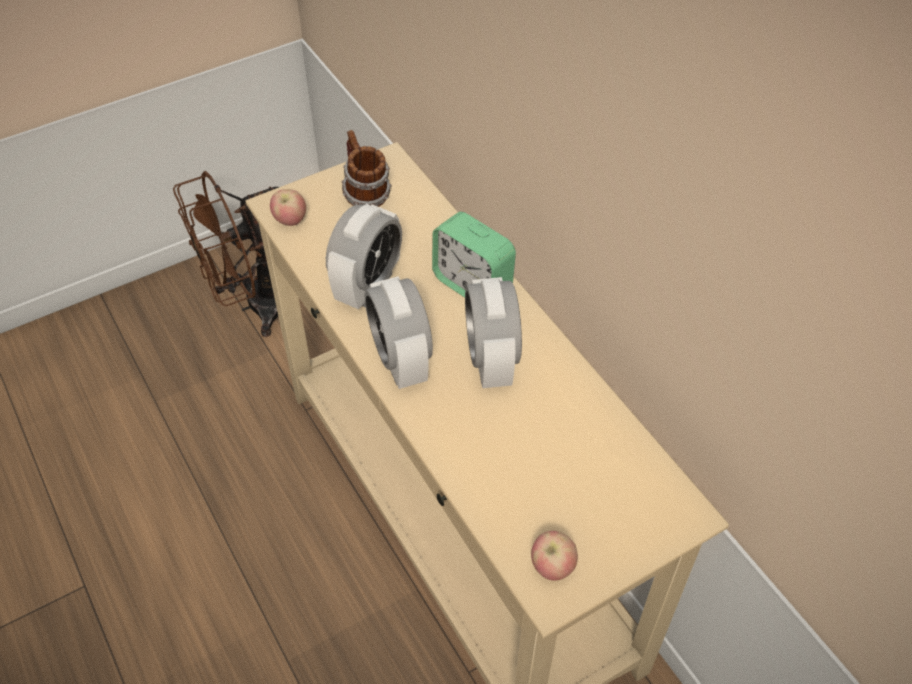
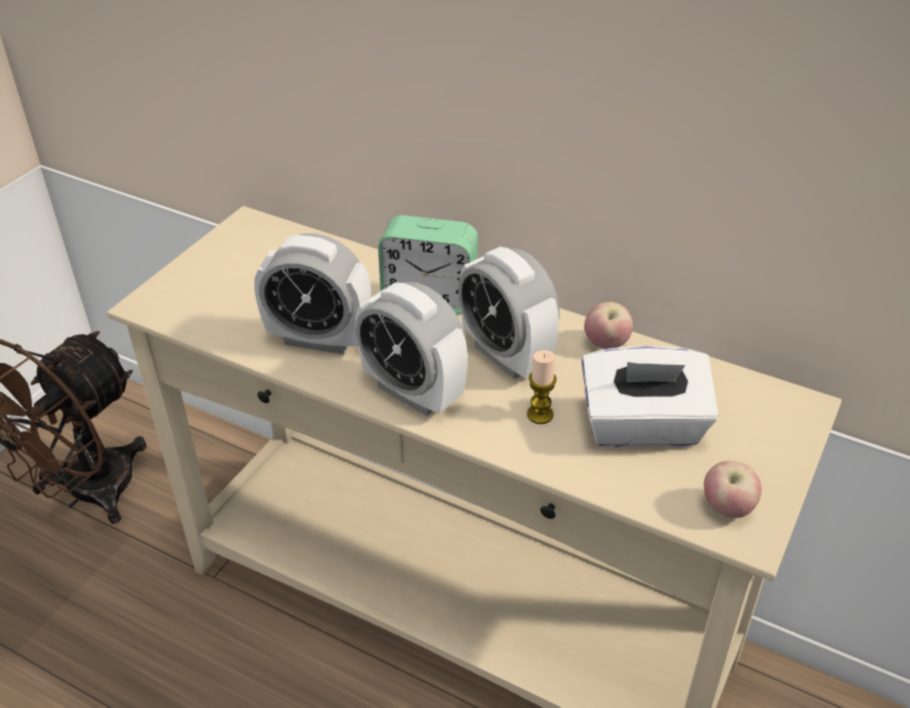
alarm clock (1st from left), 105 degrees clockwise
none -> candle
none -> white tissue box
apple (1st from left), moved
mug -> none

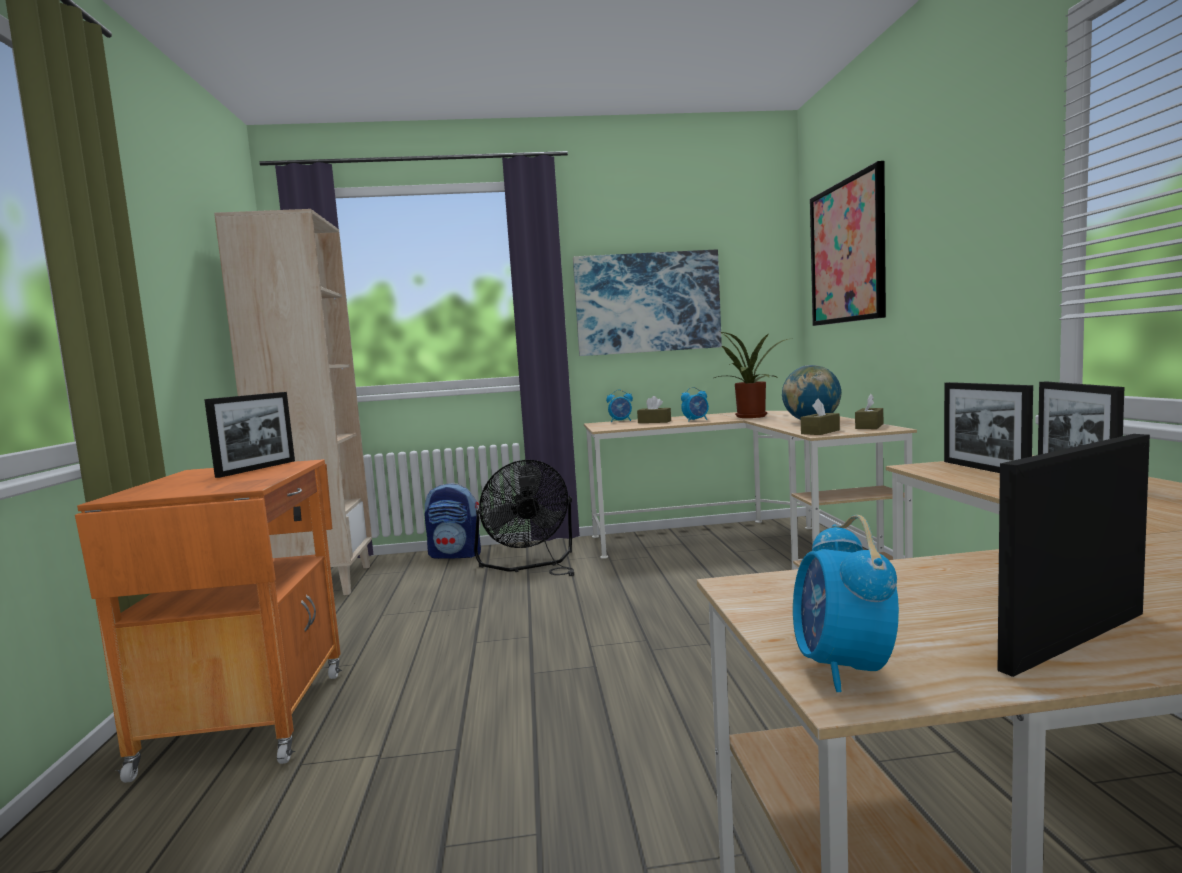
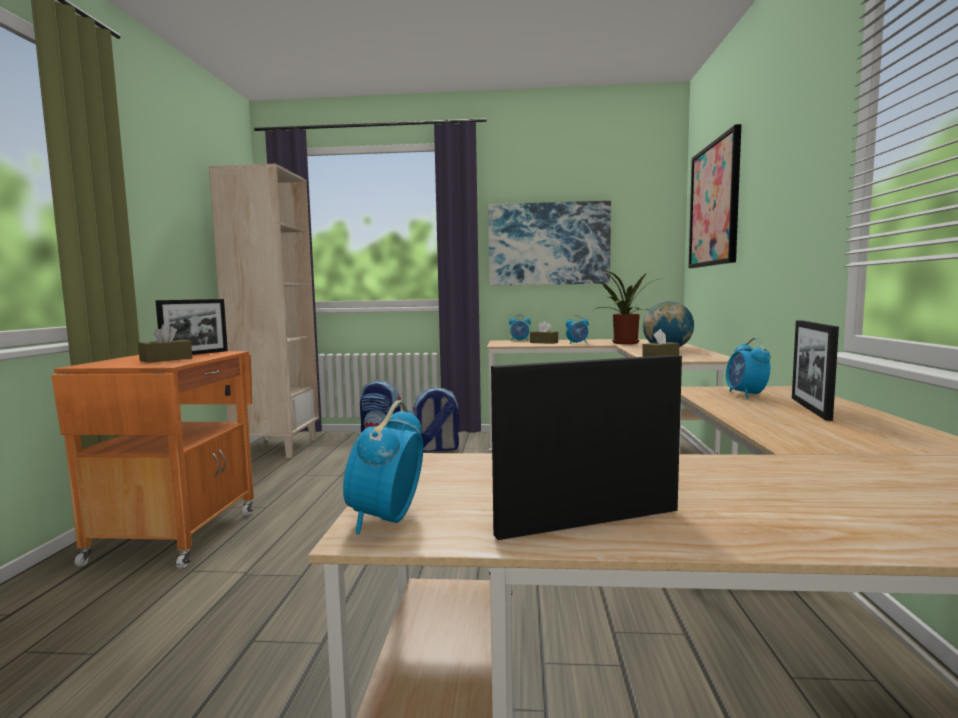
brown tissue box (3rd from left in the first image) -> brown tissue box (1st from left), moved
black fan -> backpack (2nd from left)
picture frame (2nd from left) -> alarm clock (4th from left)

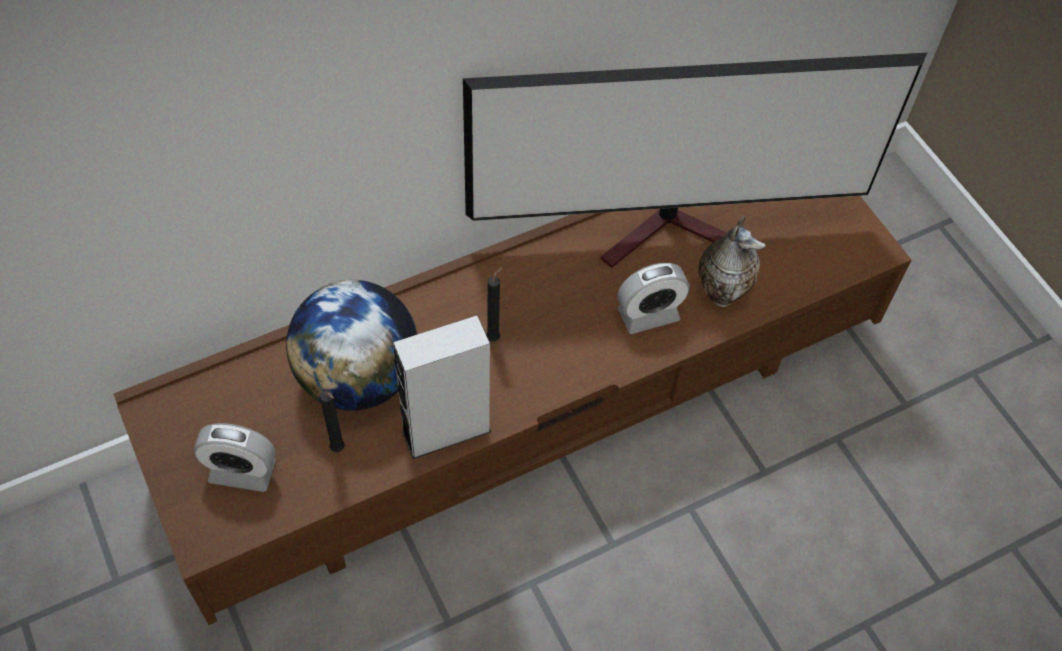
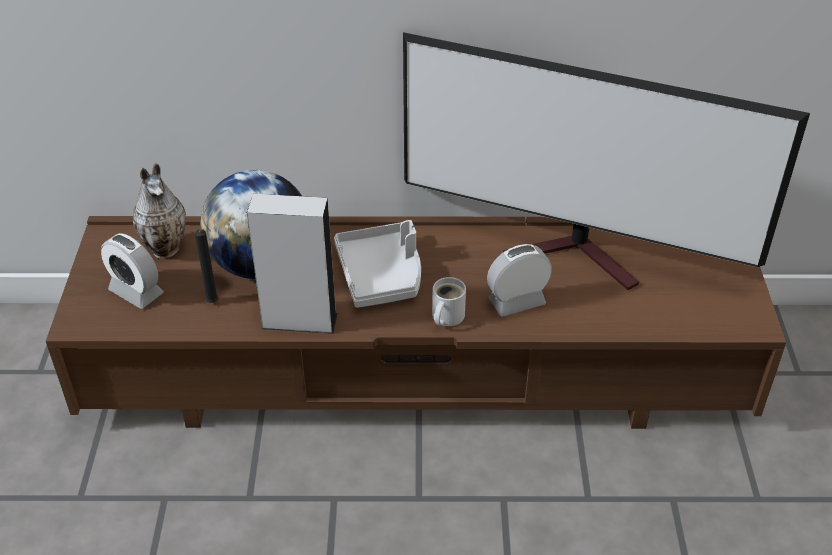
vase, moved
black candle (2nd from left) -> grey tray
none -> white mug
alarm clock (2nd from left), 150 degrees clockwise

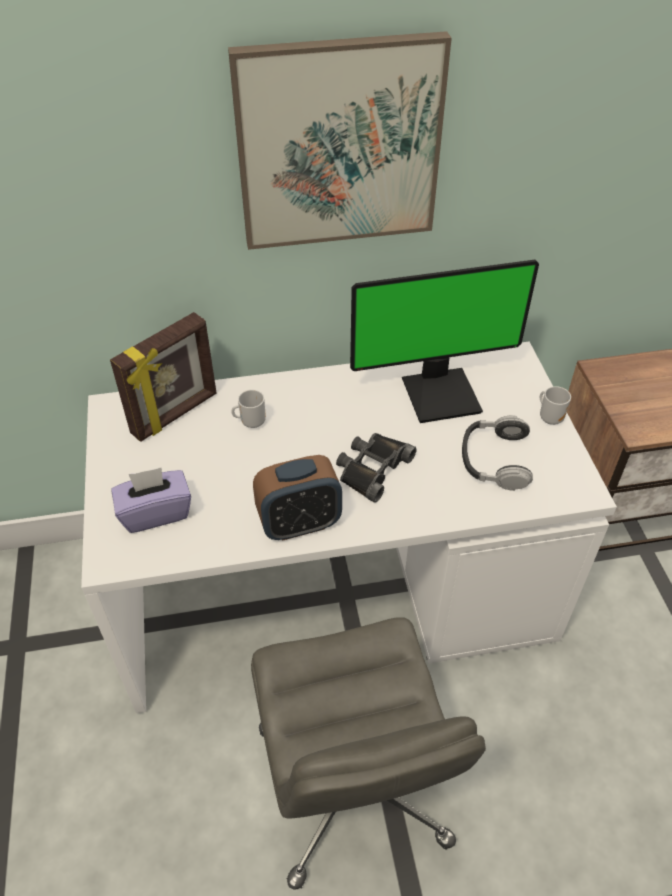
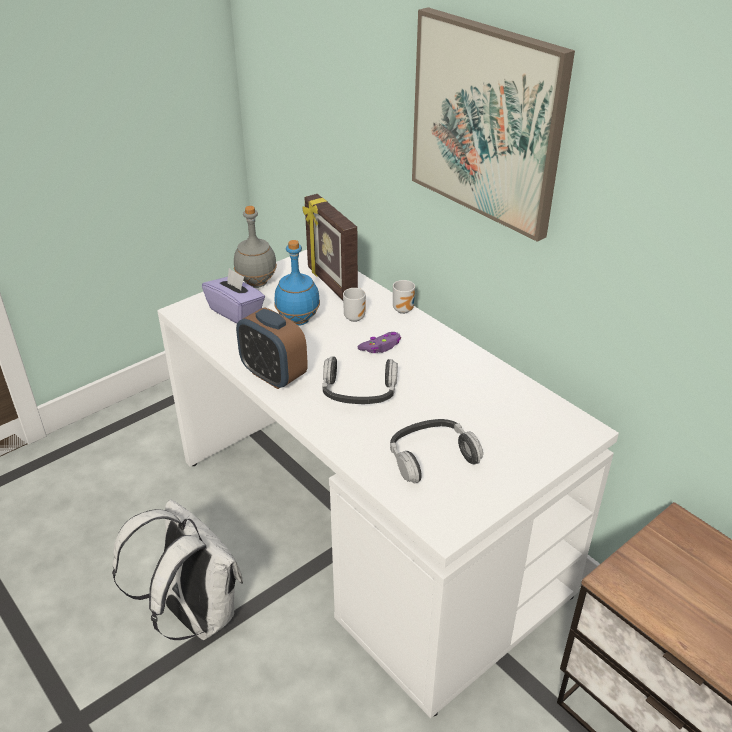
grey office chair -> white backpack
none -> grey bottle
none -> blue bottle
picture frame, 45 degrees clockwise
black binoculars -> headphones (1st from left)
none -> purple game controller
mug (2nd from left), moved
monitor -> none

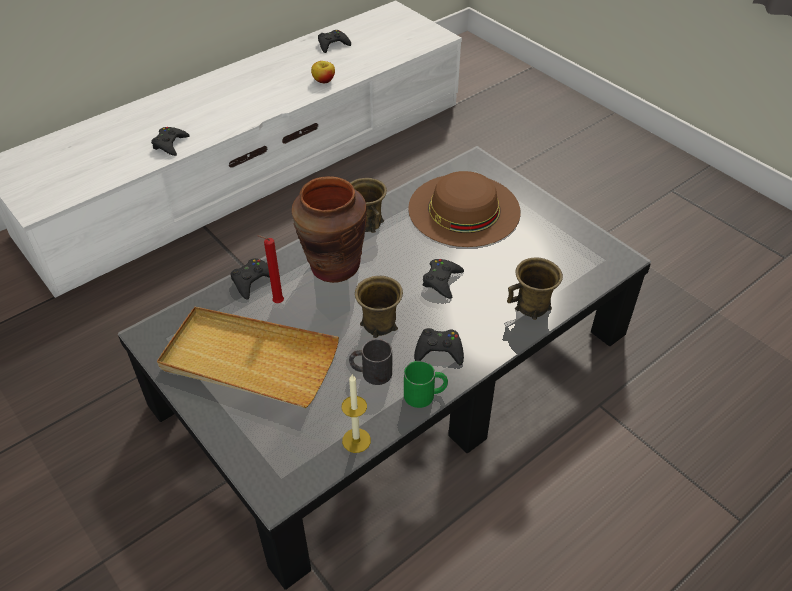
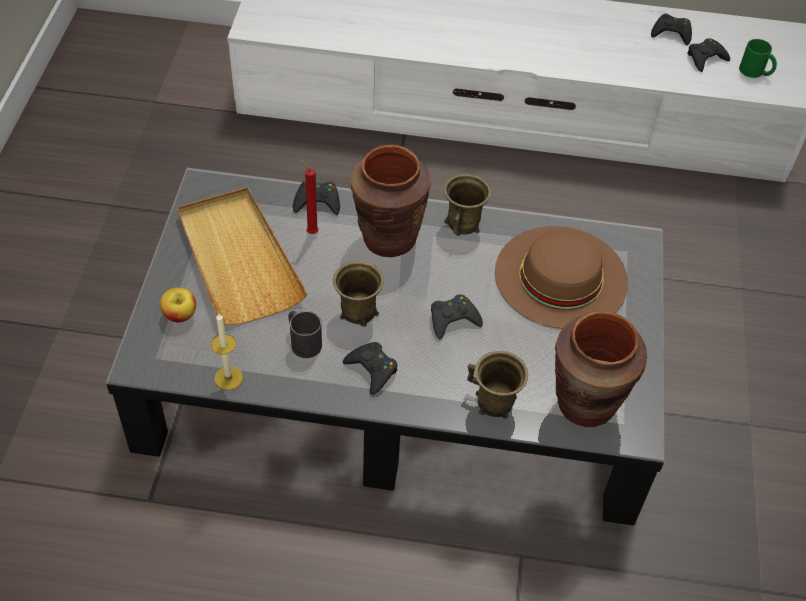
apple, moved
none -> brown vase (2nd from left)
black game controller (1st from left in the first image) -> black game controller (5th from left), moved
green mug, moved

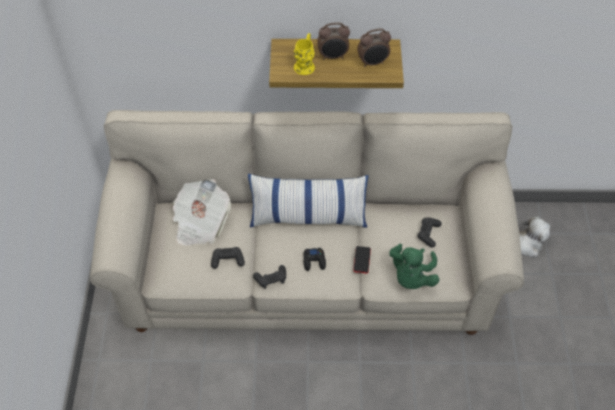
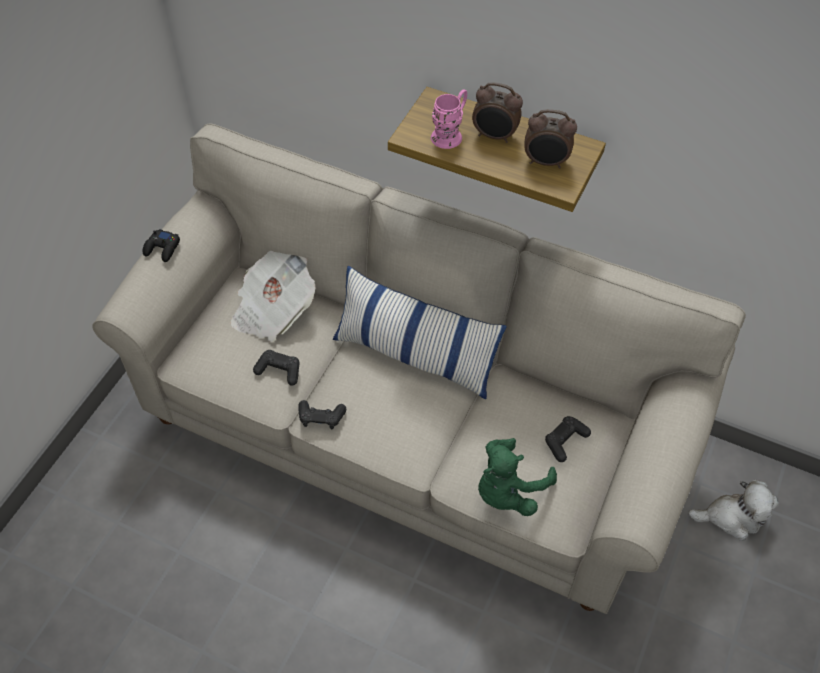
black game controller (3rd from left in the first image) -> black game controller (1st from left), moved
yellow mug -> pink mug
phone -> none

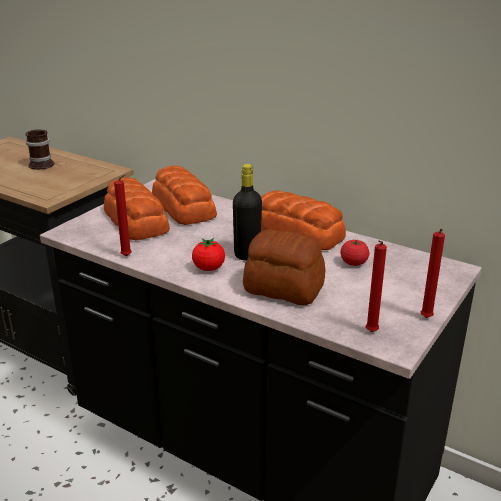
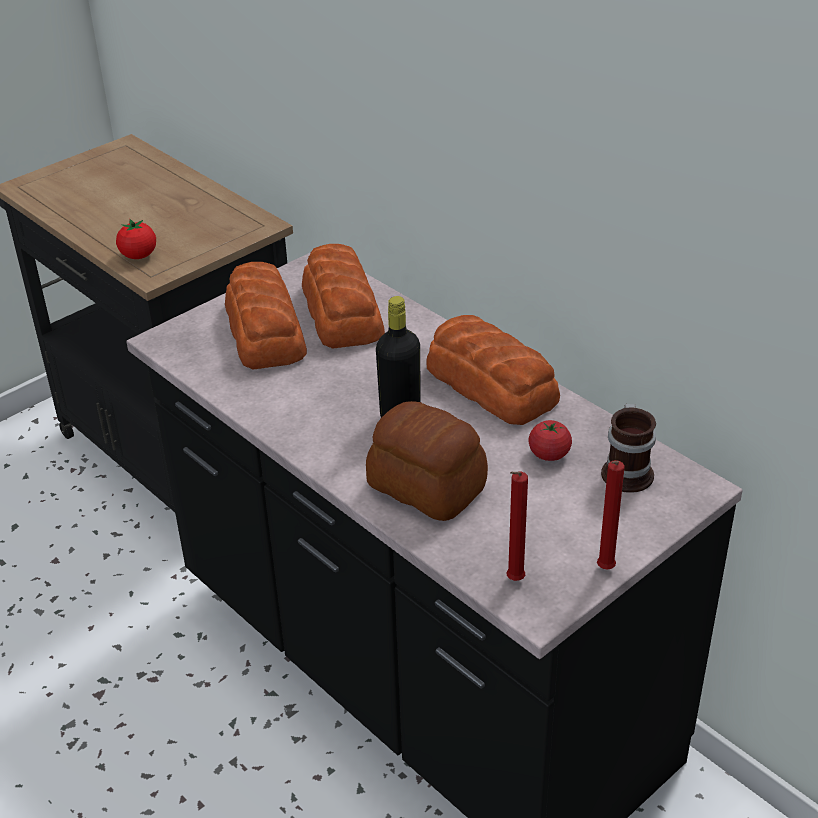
tomato (1st from left), moved
mug, moved
red candle (1st from left) -> none

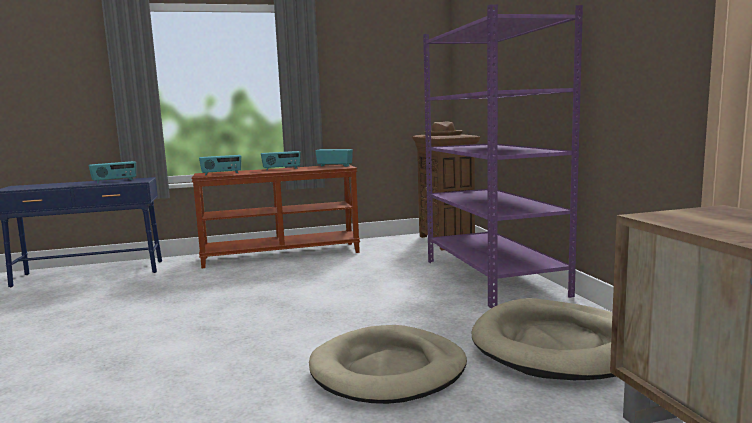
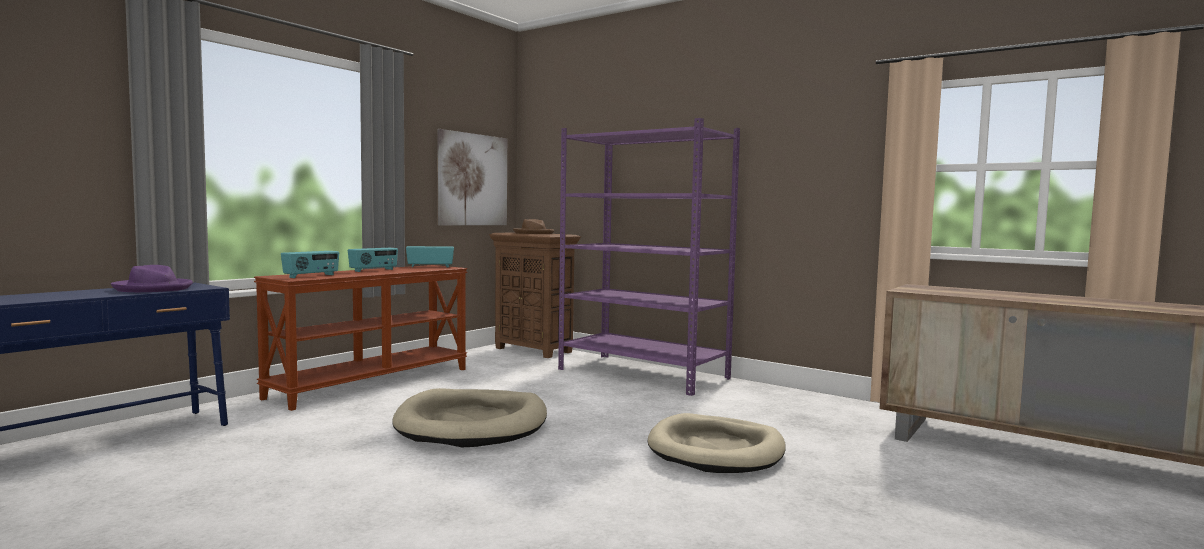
radio (1st from left) -> purple hat
beige dog bed (2nd from left in the first image) -> beige dog bed (1st from left), moved
none -> picture

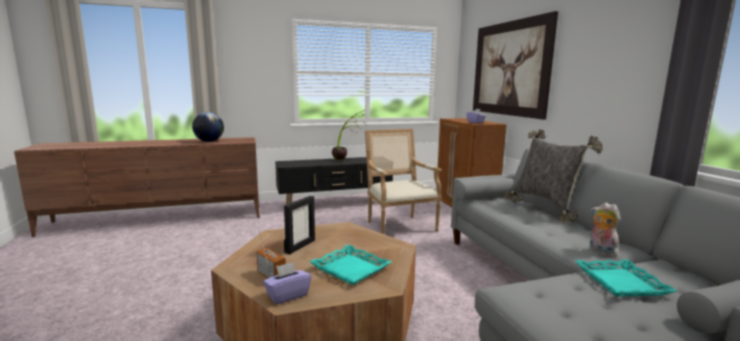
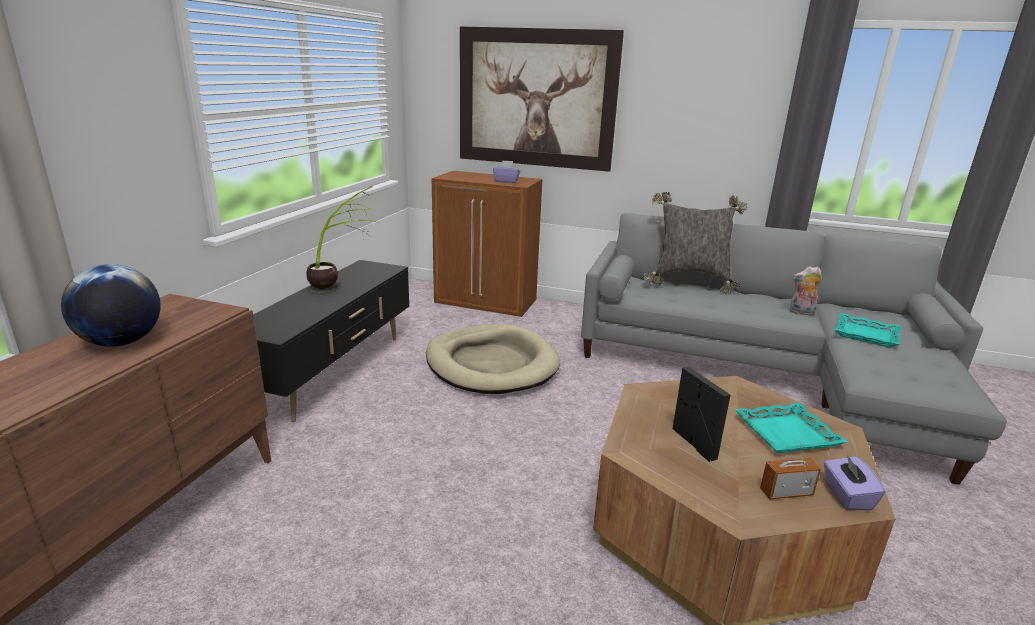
armchair -> beige dog bed

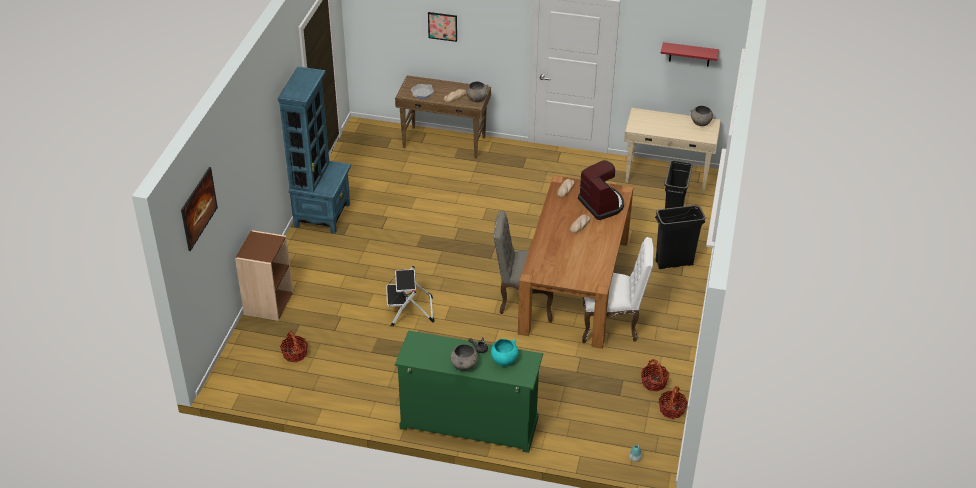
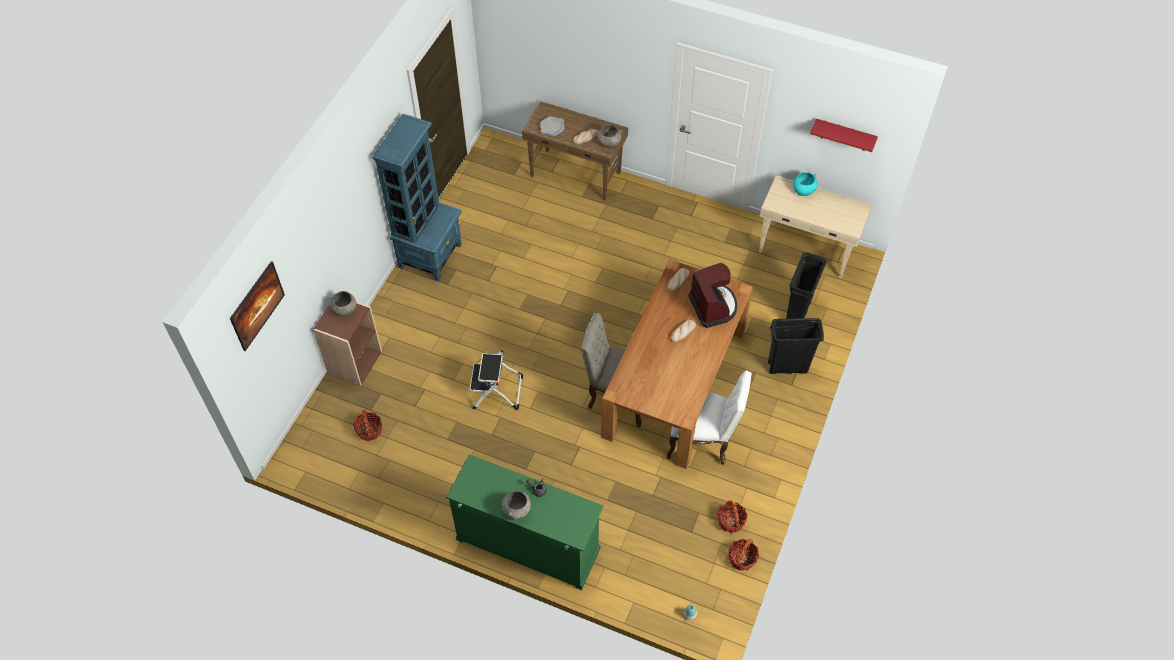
grey bowl (3rd from left in the first image) -> grey bowl (1st from left), moved
turquoise bowl, moved
picture (2nd from left) -> none

